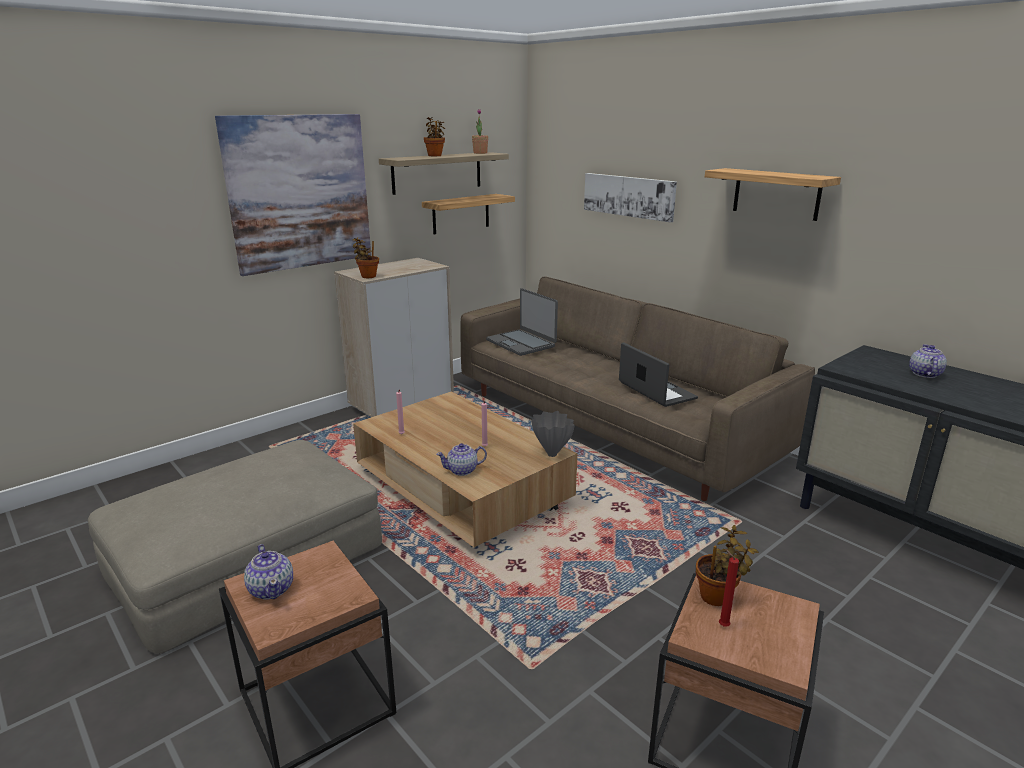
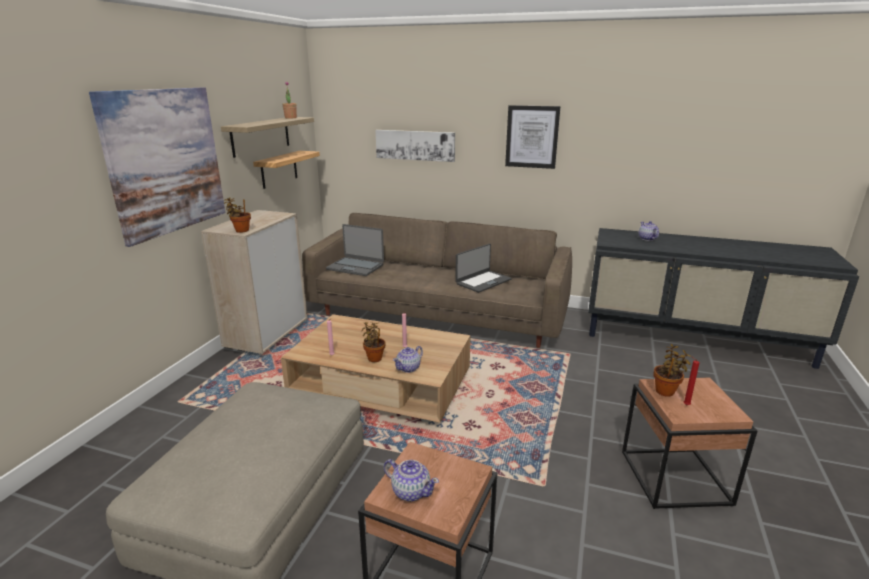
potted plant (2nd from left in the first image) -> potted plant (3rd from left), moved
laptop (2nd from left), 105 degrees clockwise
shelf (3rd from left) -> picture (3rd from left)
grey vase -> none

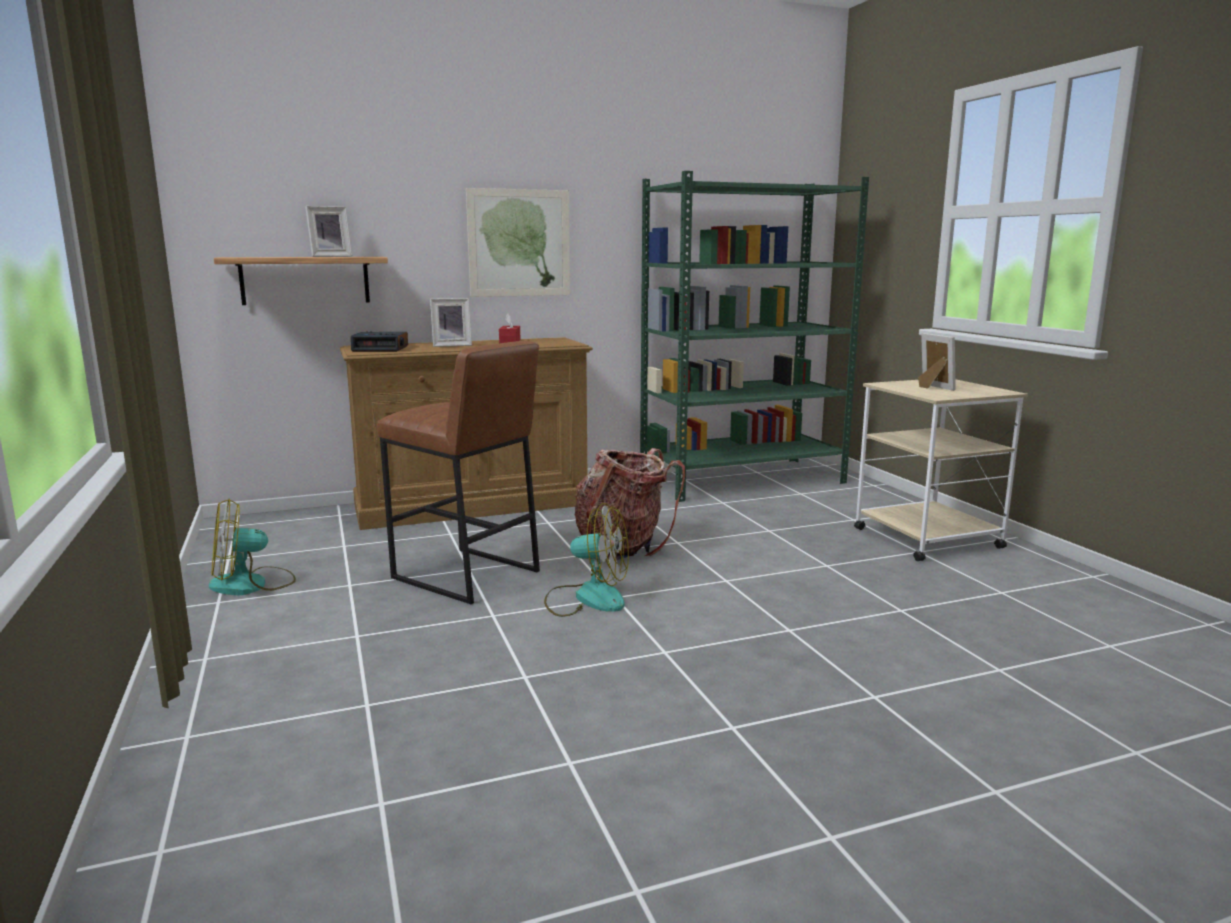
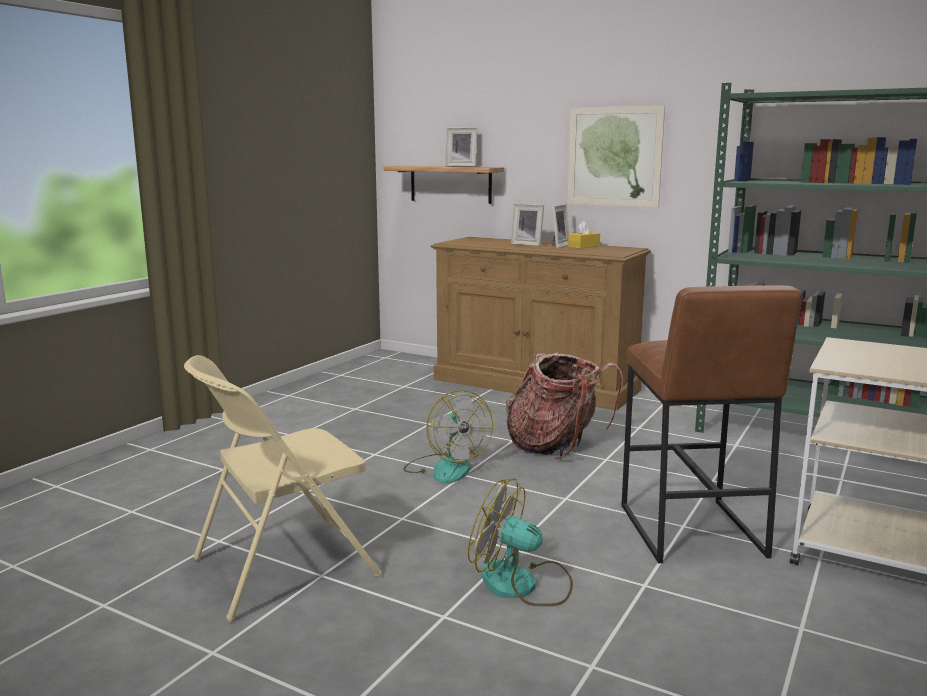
none -> beige chair
fan (1st from left in the first image) -> fan (2nd from left), moved
picture frame (3rd from left), moved
red tissue box -> yellow tissue box
brown stool, moved
alarm clock -> none

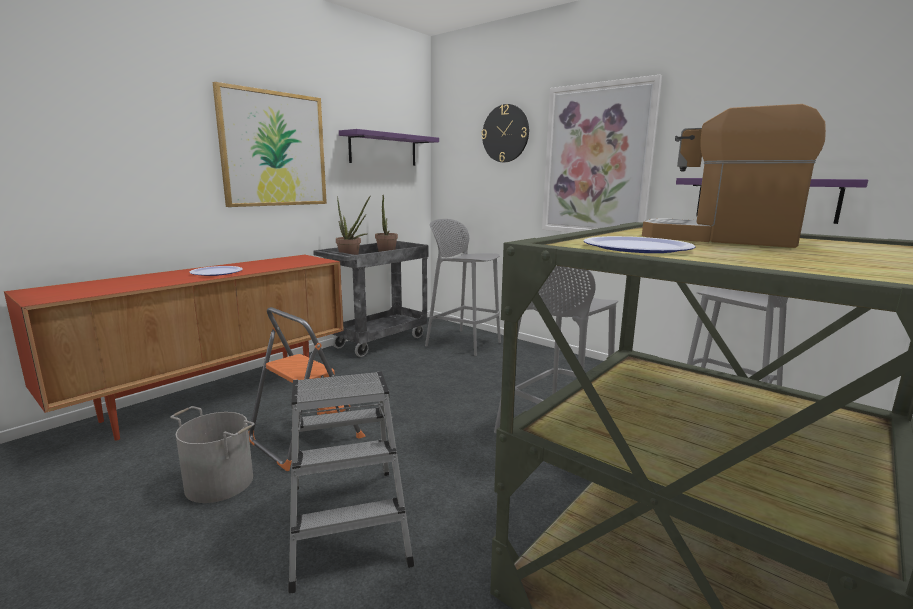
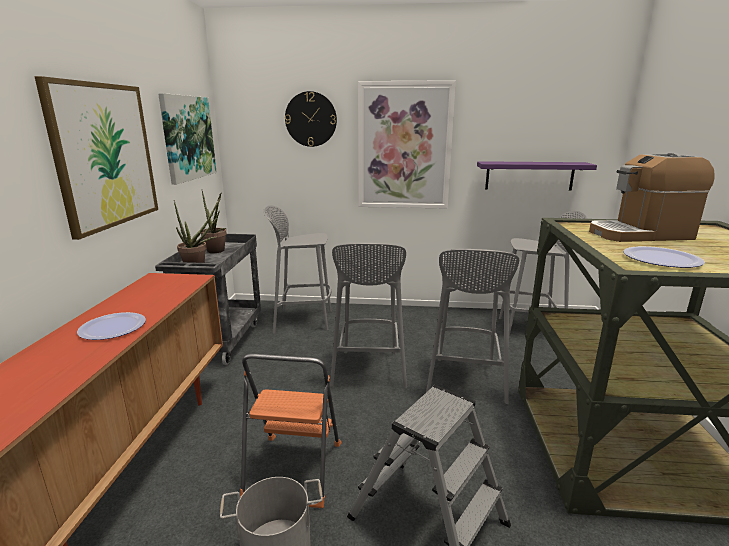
purple shelf (1st from left) -> picture (2nd from left)
none -> grey stool (2nd from left)

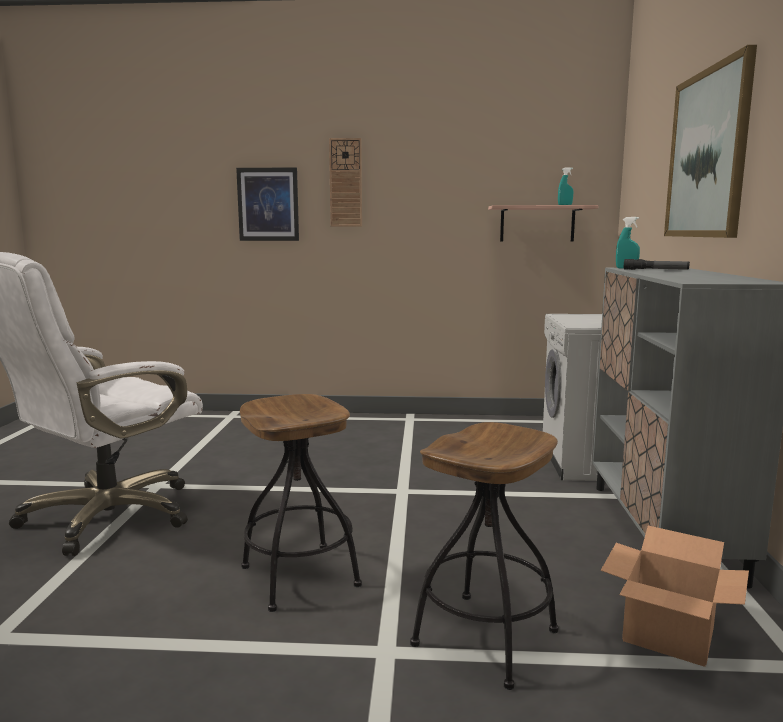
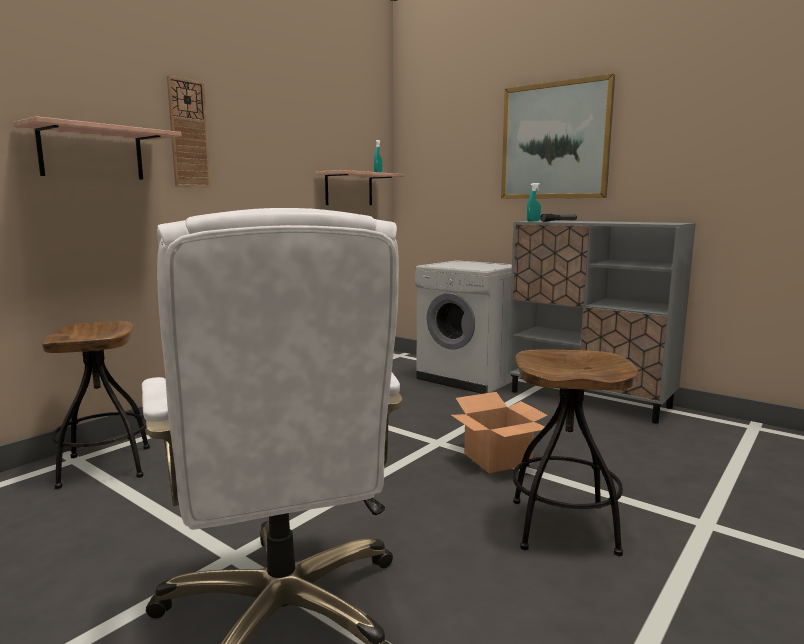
picture (1st from left) -> shelf (1st from left)
brown stool (2nd from left in the first image) -> brown stool (1st from left), moved
cardboard box, moved

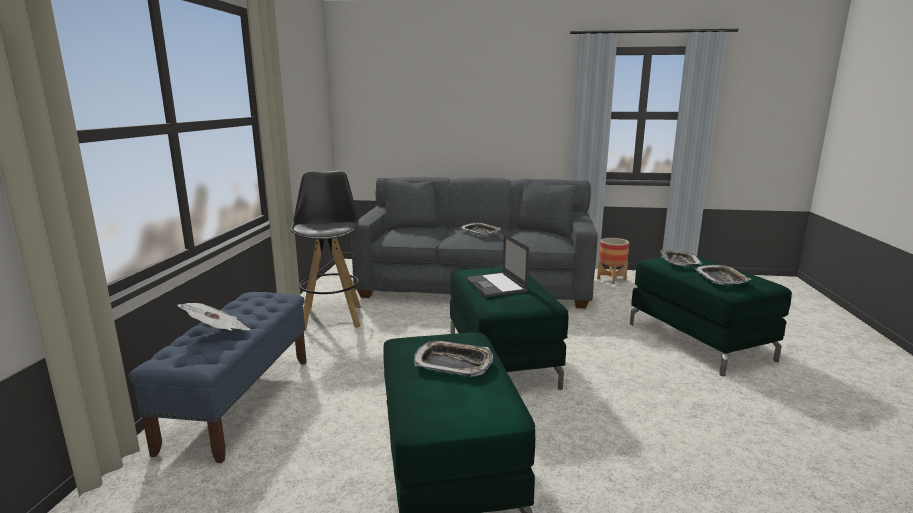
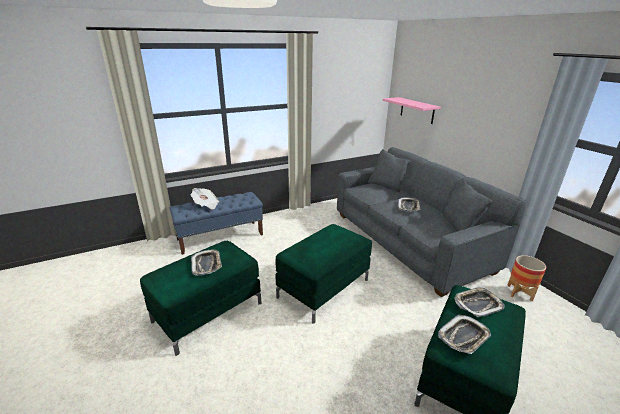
none -> pink shelf
black stool -> none
laptop -> none

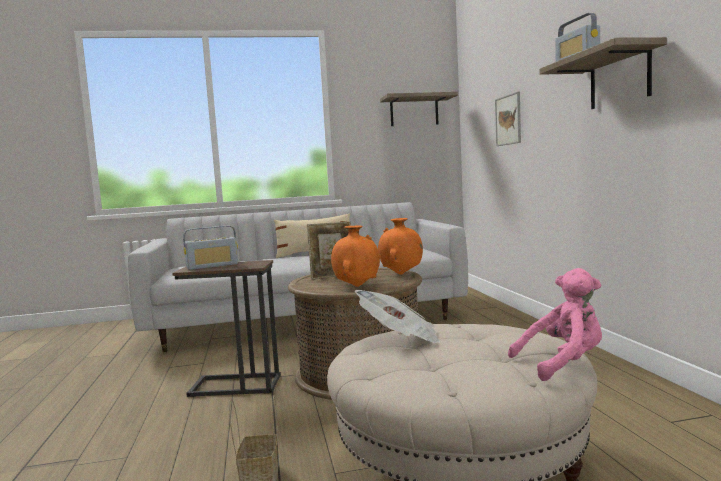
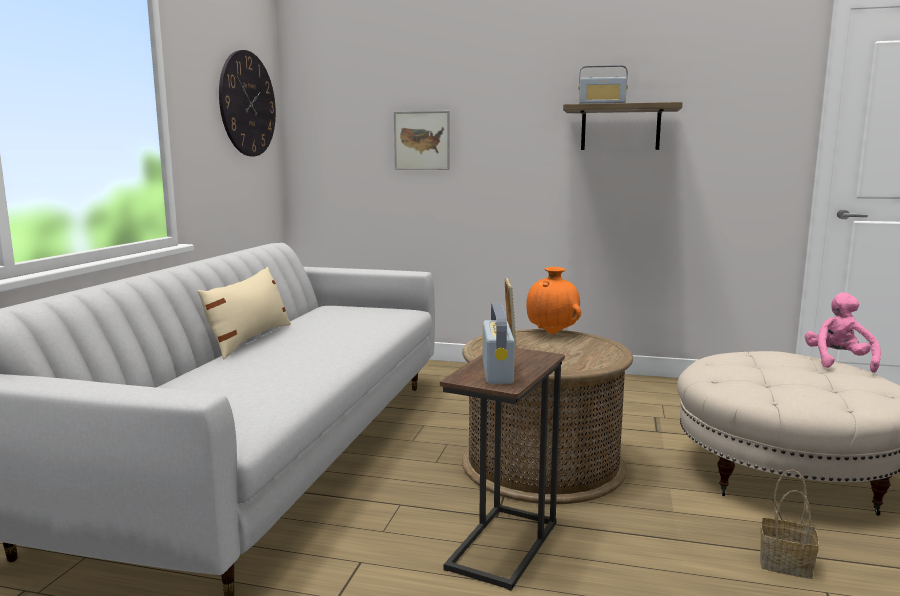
shelf (1st from left) -> wall clock
orange vase (1st from left) -> none
newspaper -> none

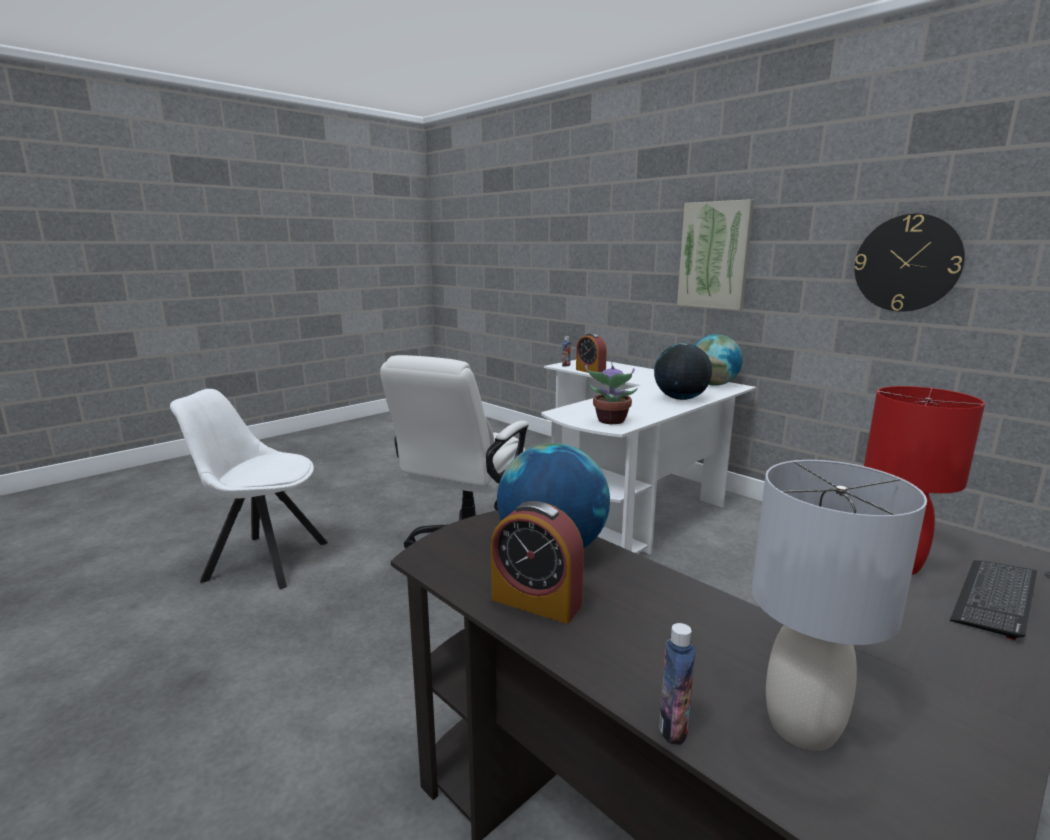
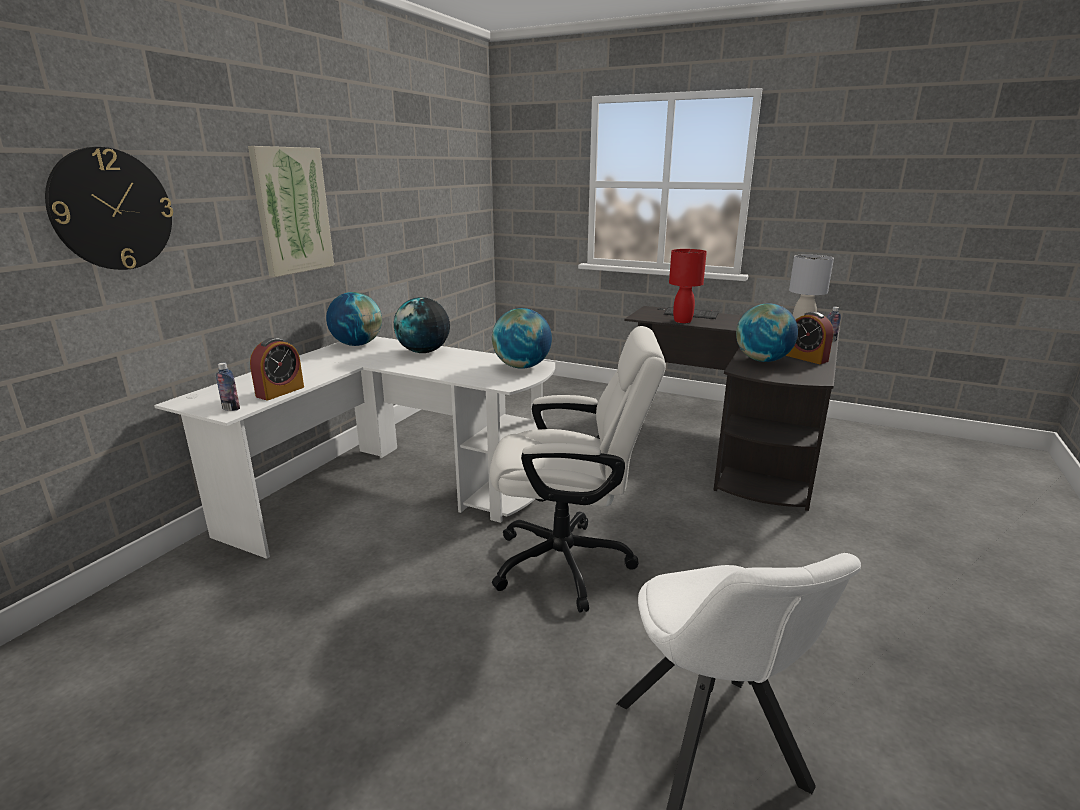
wall clock, moved
potted plant -> globe (3rd from left)
alarm clock (1st from left in the first image) -> alarm clock (2nd from left), 135 degrees clockwise

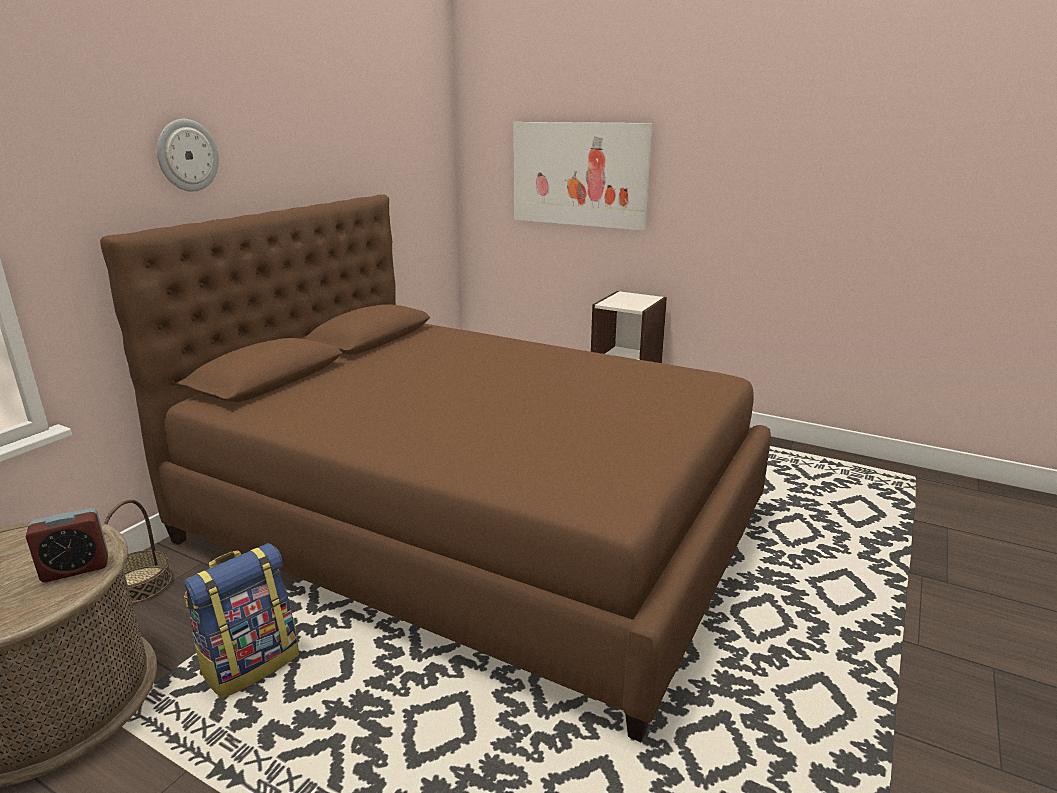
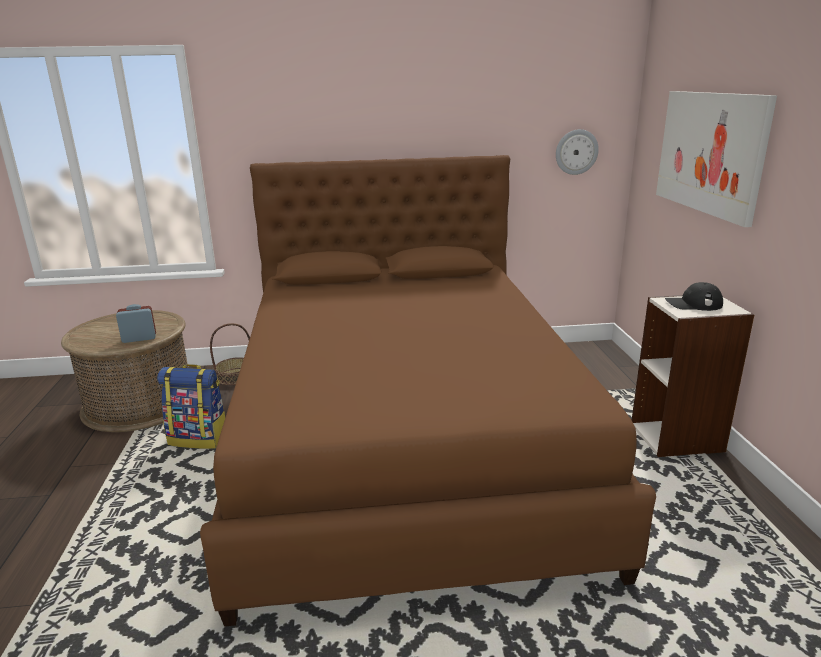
alarm clock, 135 degrees clockwise
wall clock, moved
none -> black cap

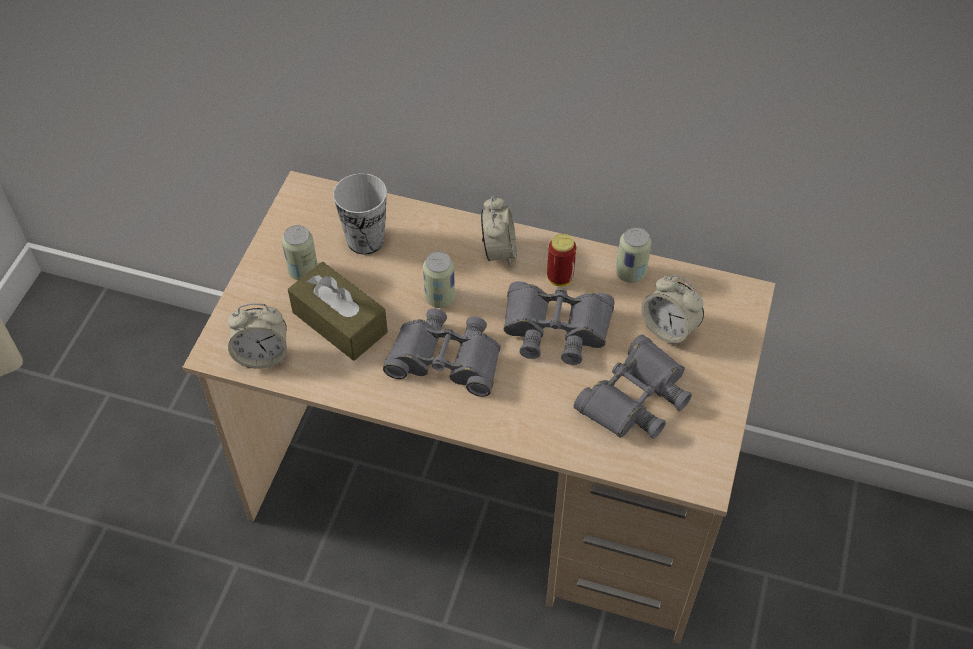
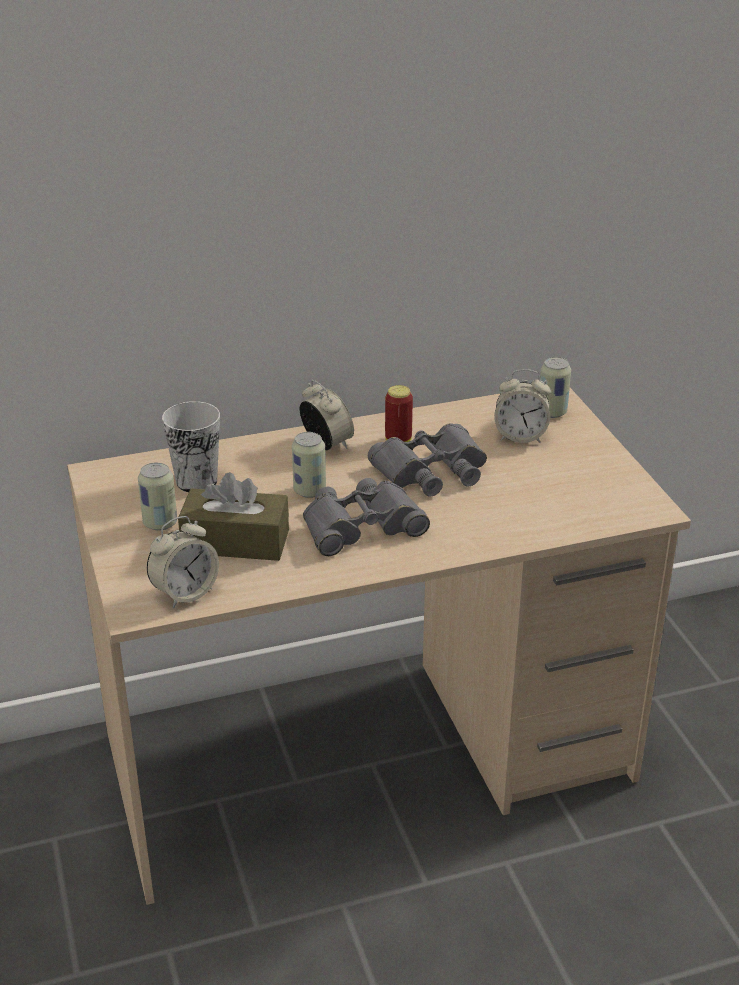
can (4th from left), moved
grey binoculars (3rd from left) -> none

